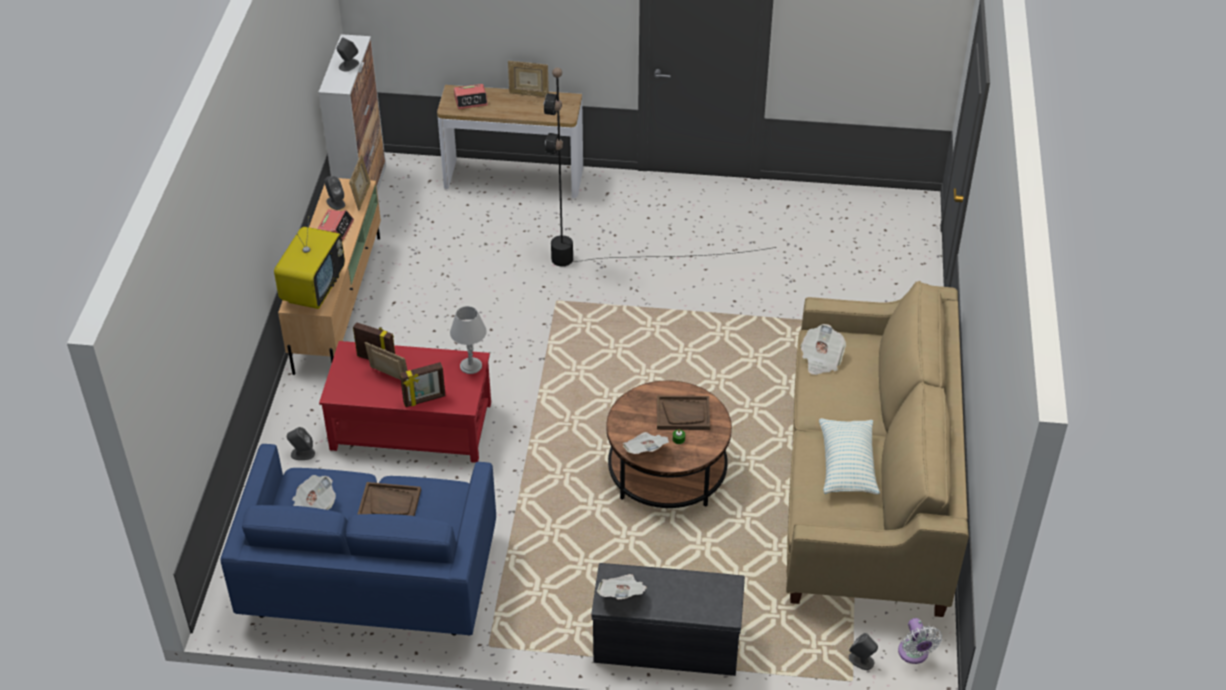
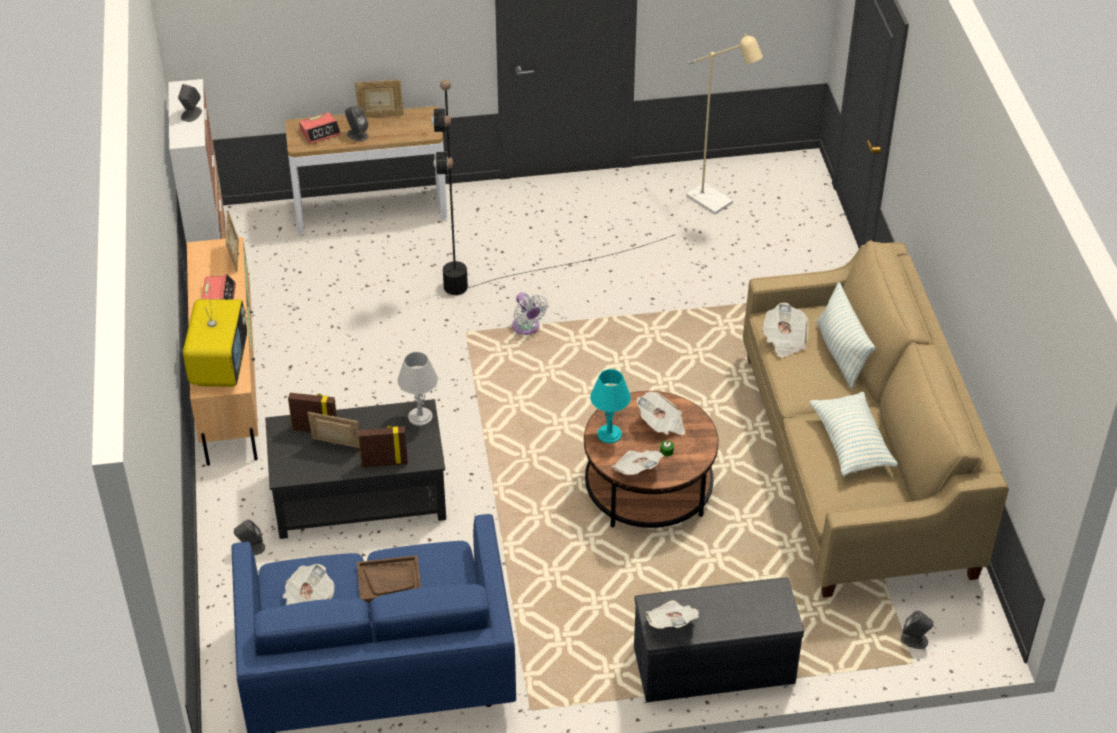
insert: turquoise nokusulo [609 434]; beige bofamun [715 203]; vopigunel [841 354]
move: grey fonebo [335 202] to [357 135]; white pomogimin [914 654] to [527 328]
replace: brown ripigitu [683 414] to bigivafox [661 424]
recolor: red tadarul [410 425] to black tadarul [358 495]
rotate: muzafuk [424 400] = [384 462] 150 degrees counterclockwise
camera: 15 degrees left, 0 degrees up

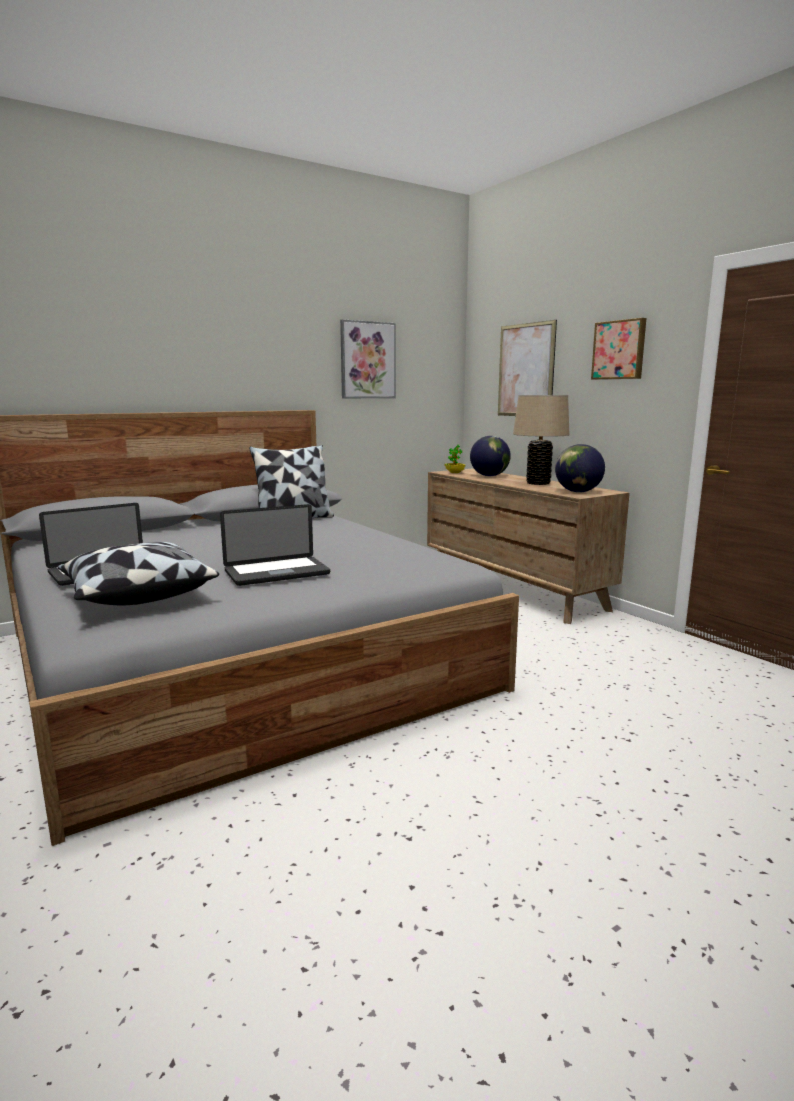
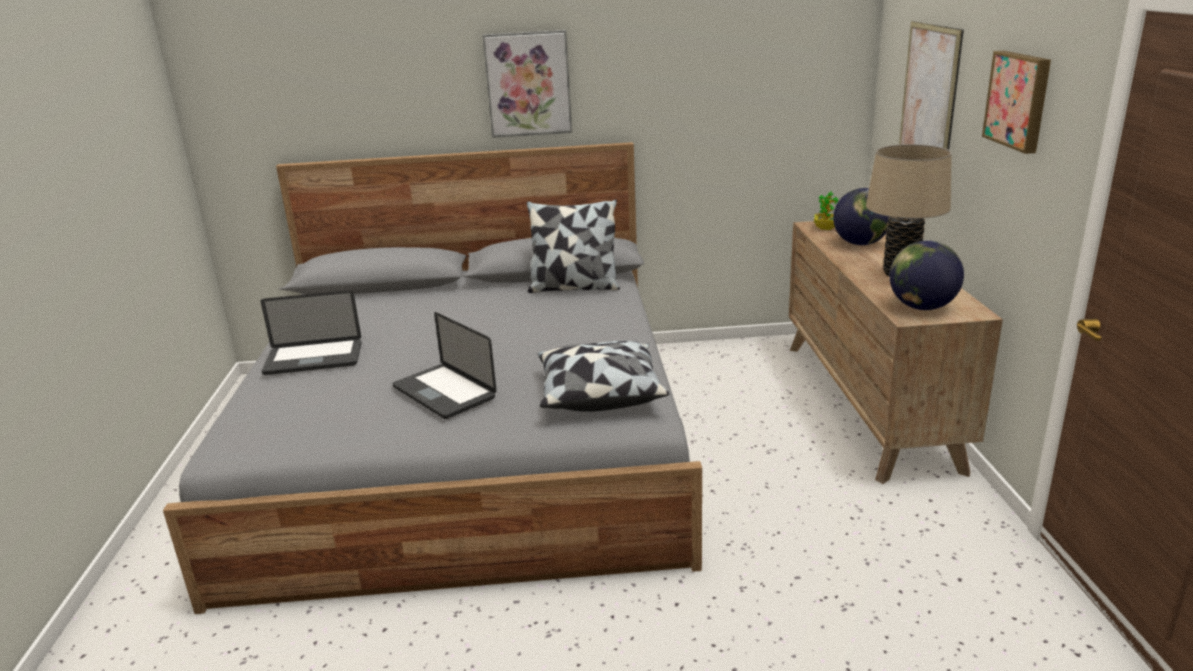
move: vopigunel [137 594] to [599 393]; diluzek [367 360] to [528 84]
rotate: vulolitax [277 573] = [444 392] 45 degrees clockwise
camera: 30 degrees right, 10 degrees up

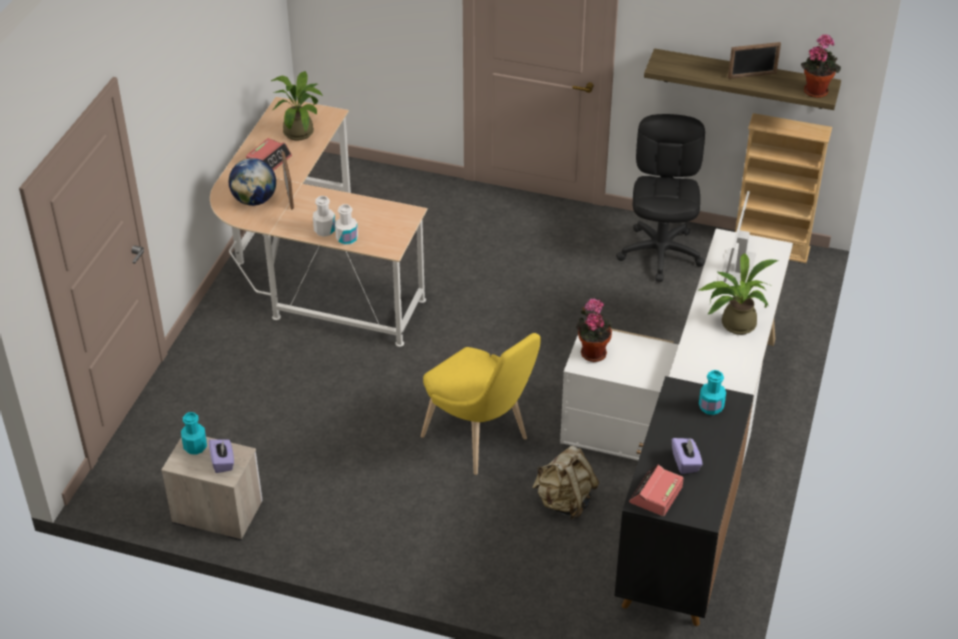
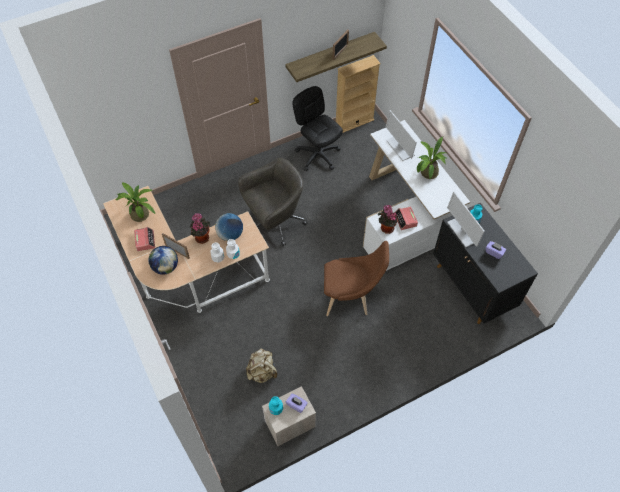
insert: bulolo [230 234]; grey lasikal [274 222]; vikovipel [462 231]
move: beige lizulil [564 502] to [262 372]; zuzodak [656 495] to [405 220]; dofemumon [816 90] to [201 237]
recolor: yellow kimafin [480 440] to brown kimafin [350 297]
camera: 45 degrees left, 15 degrees up

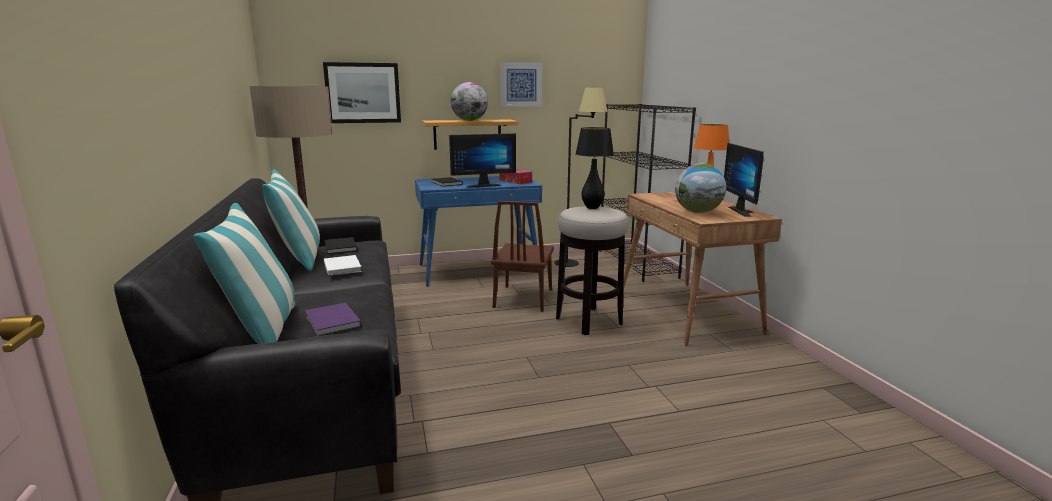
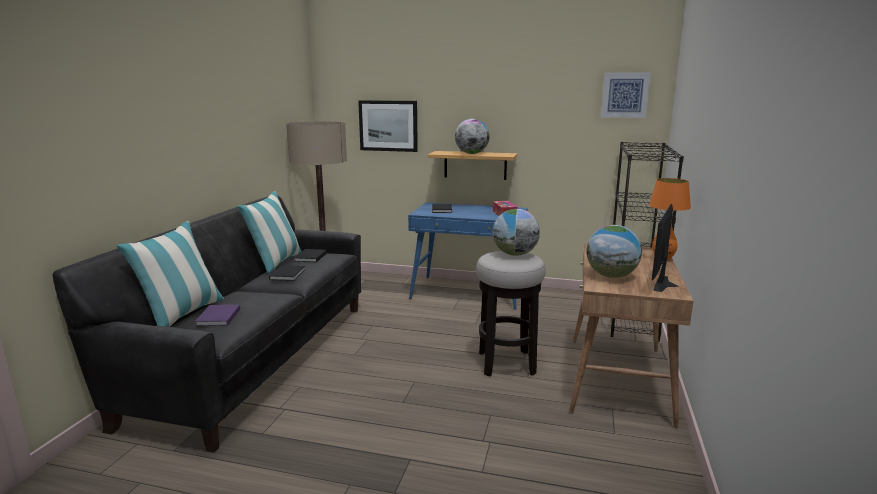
delete: vikovipel [482 185]; brown kimafin [523 298]; black bofamun [577 263]
move: diluzek [520 84] to [625 95]
replace: black nokusulo [592 208] to bulolo [515 254]
recolor: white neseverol [343 267] to black neseverol [288 274]
camera: 30 degrees right, 0 degrees up

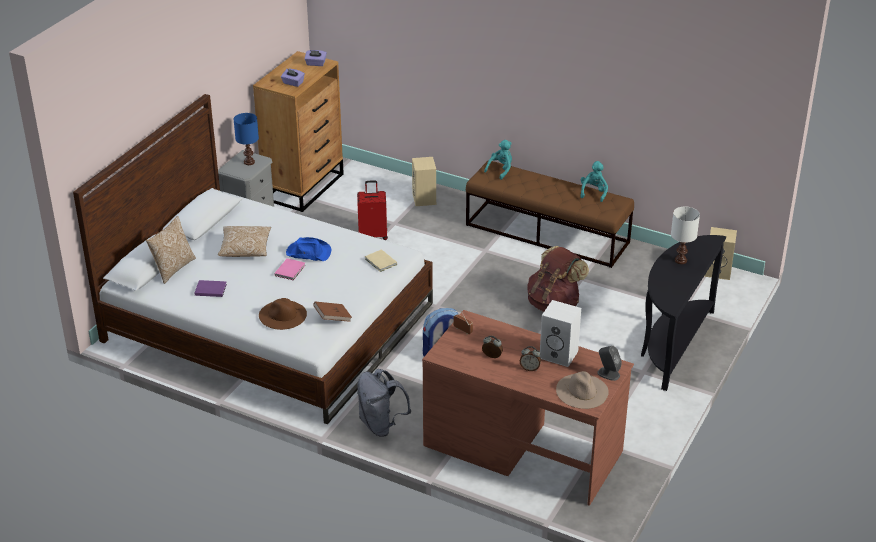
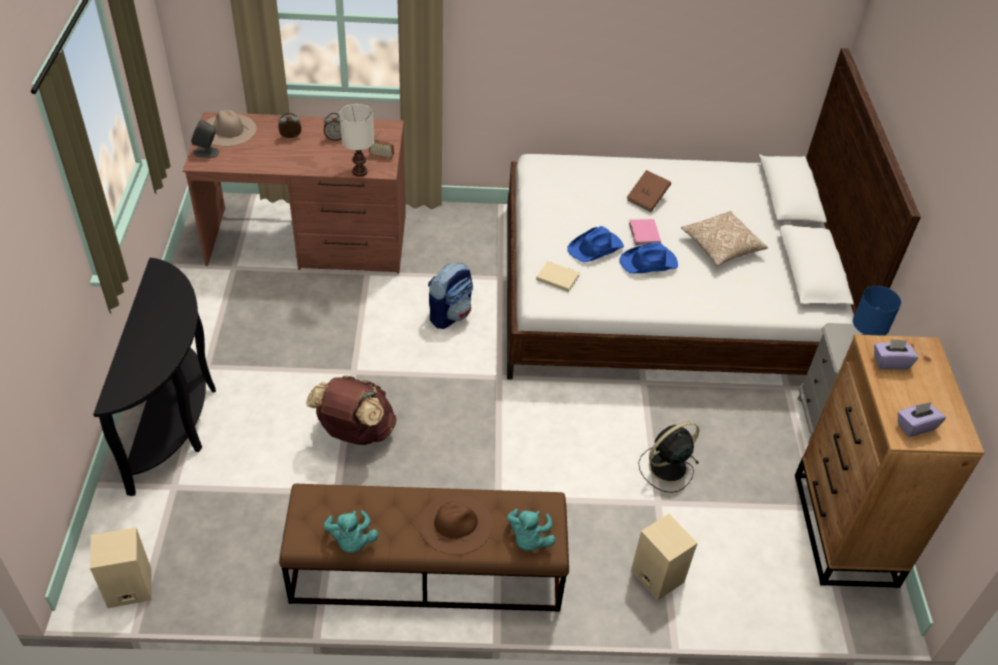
delete: vopigunel [173 268]; purple neseverol [210 289]; grey lizulil [381 425]; white fonebo [560 354]
insert: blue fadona [596 248]
move: brown fadona [282 315] to [455 524]; brown neseverol [332 318] to [647 199]; white nokusulo [681 260] to [359 172]
replace: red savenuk [373 235] to black pomogimin [666 468]
camera: 150 degrees right, 10 degrees up

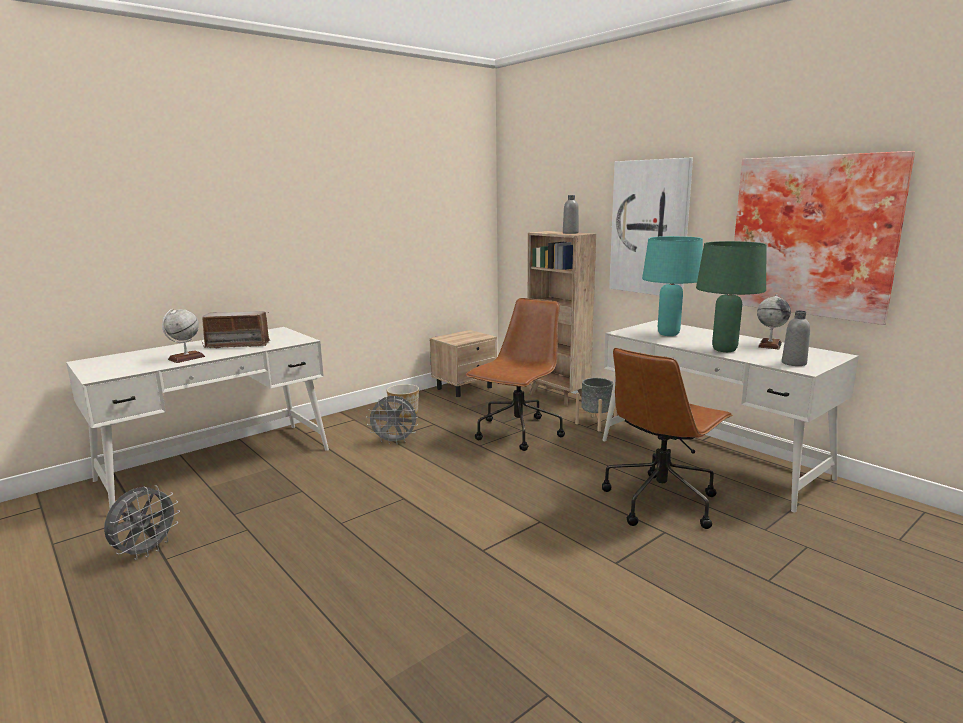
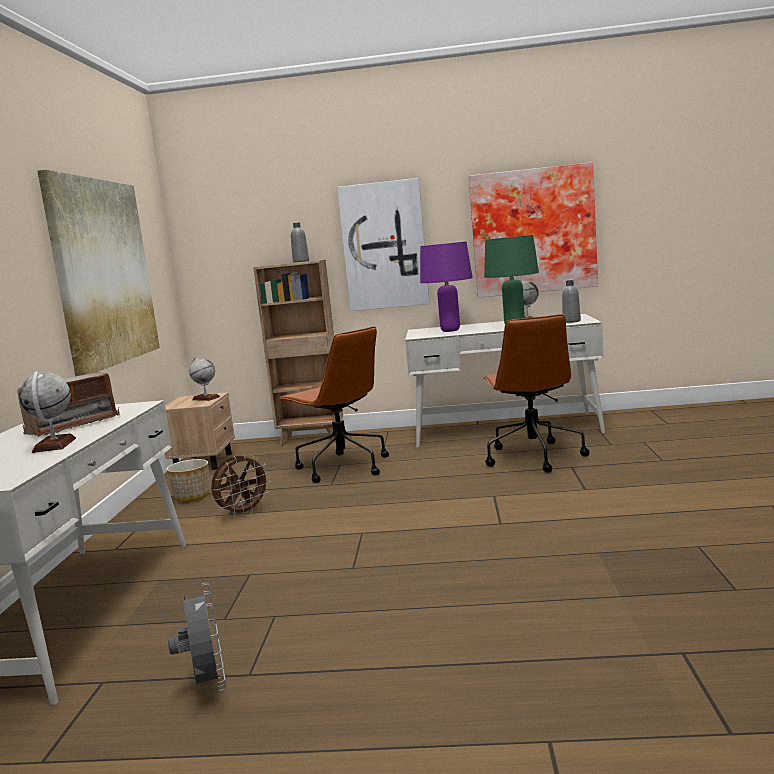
delete: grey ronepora [595 423]
insert: diluzek [103 272]; bulolo [206 398]
recolor: grey pomogimin [395 442] to brown pomogimin [243 513]; turquoise nokusulo [667 334] to purple nokusulo [450 331]
rotate: brown lasikal [517 433] = [342 467] 150 degrees clockwise
camera: 45 degrees left, 5 degrees down

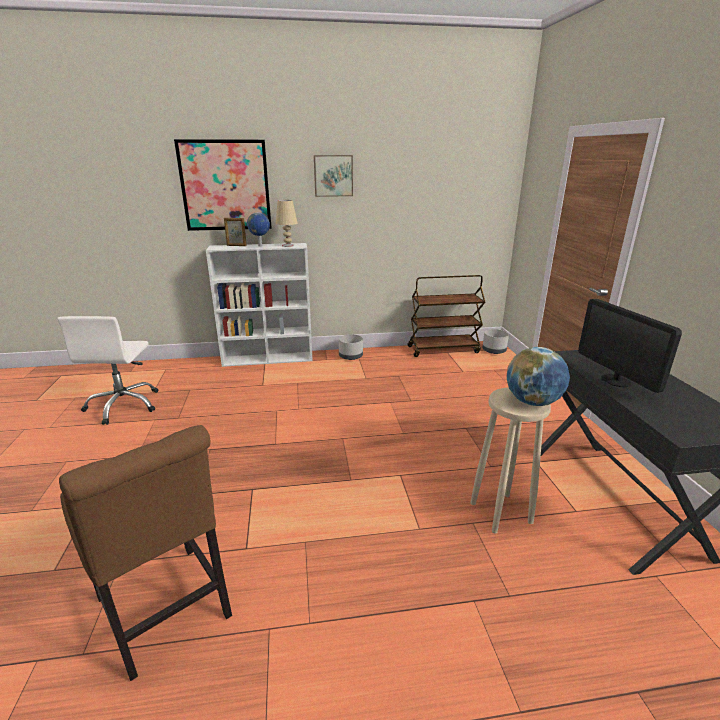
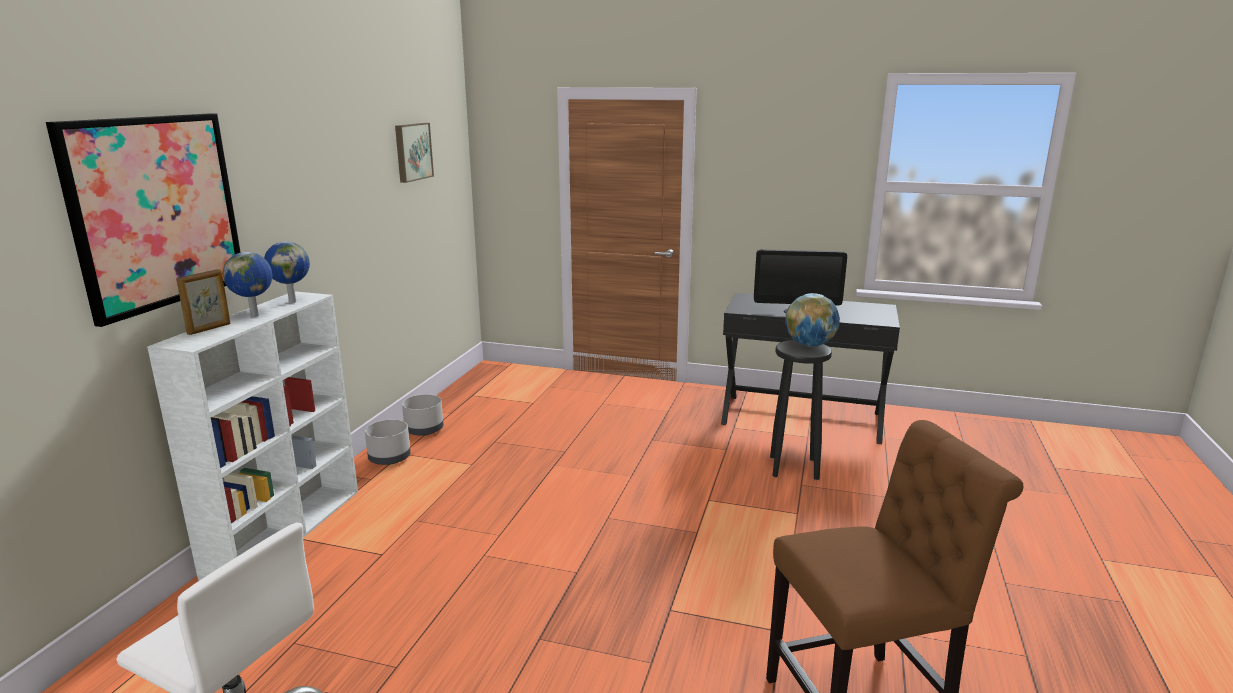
delete: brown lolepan [443 349]
move: diluzek [333 176] to [412 152]; grey ronepora [494 351] to [424 430]
replace: beige nokusulo [288 245] to bulolo [292 301]
recolor: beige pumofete [500 512] to black pumofete [793 467]
camera: 65 degrees left, 5 degrees down

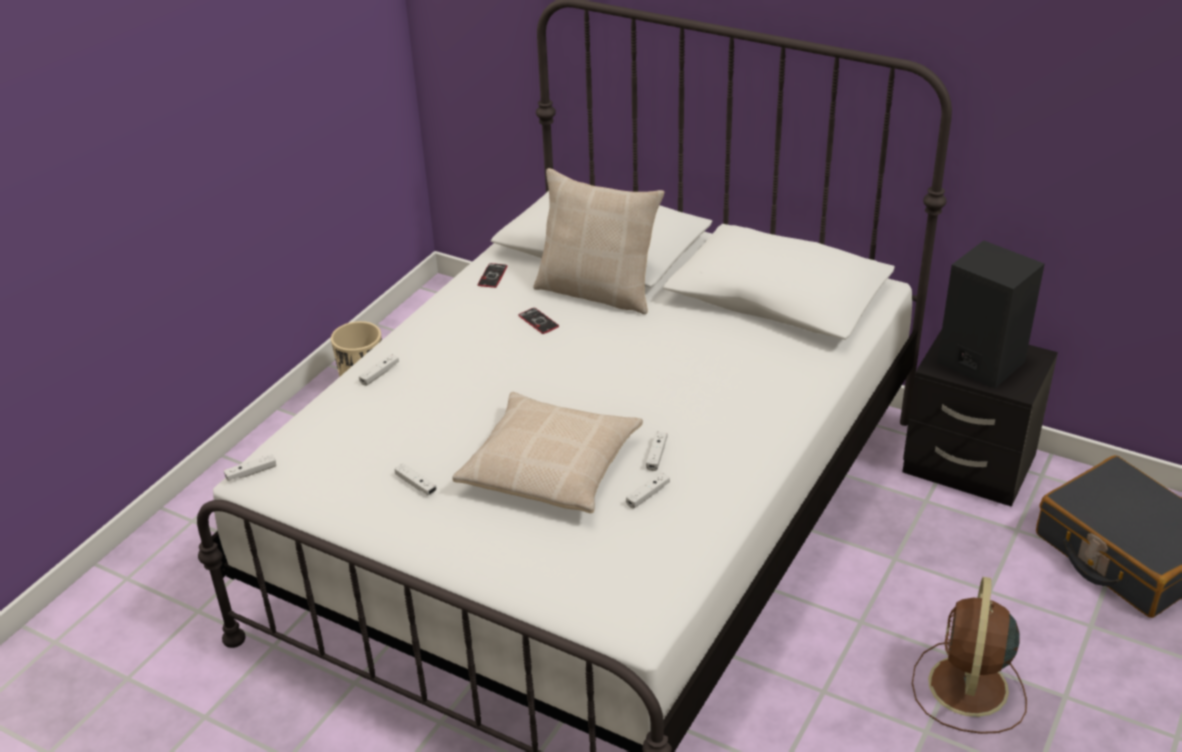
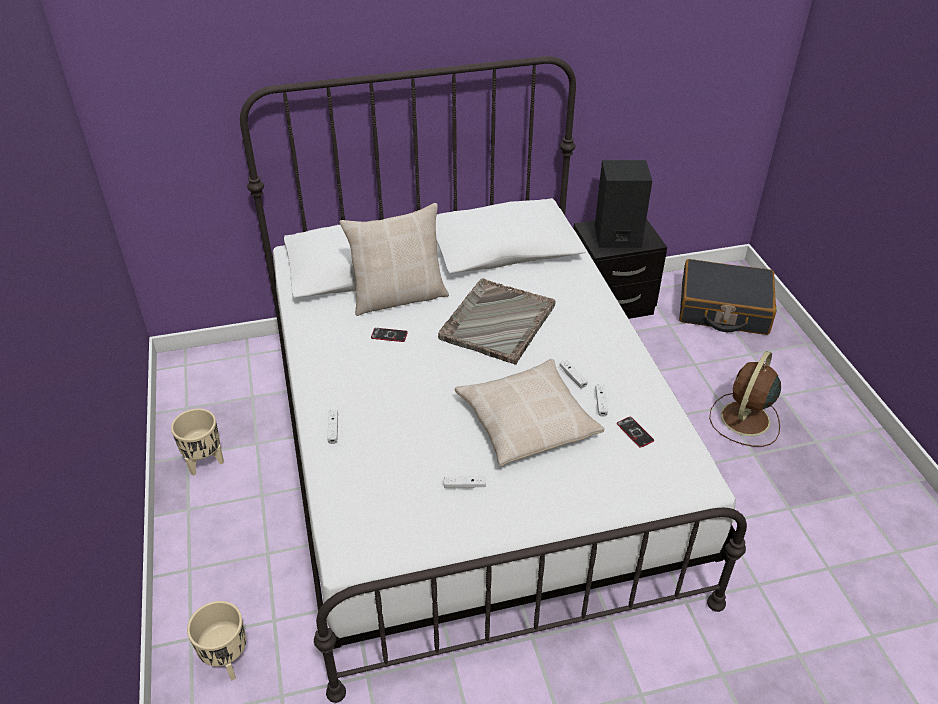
delete: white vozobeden [251 472]
insert: beige ronepora [227 660]; grey ripigitu [497 323]
move: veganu [492 276] to [635 432]
rotate: brown pomogimin [967 689] = [744 420] 60 degrees clockwise
camera: 45 degrees left, 5 degrees up

